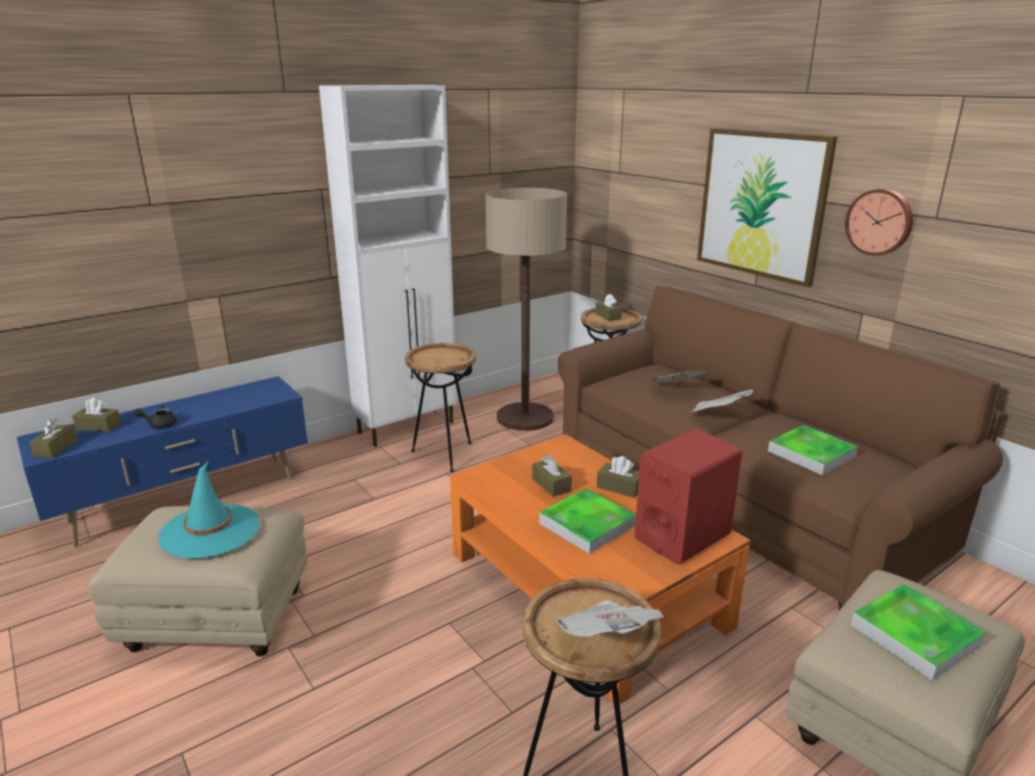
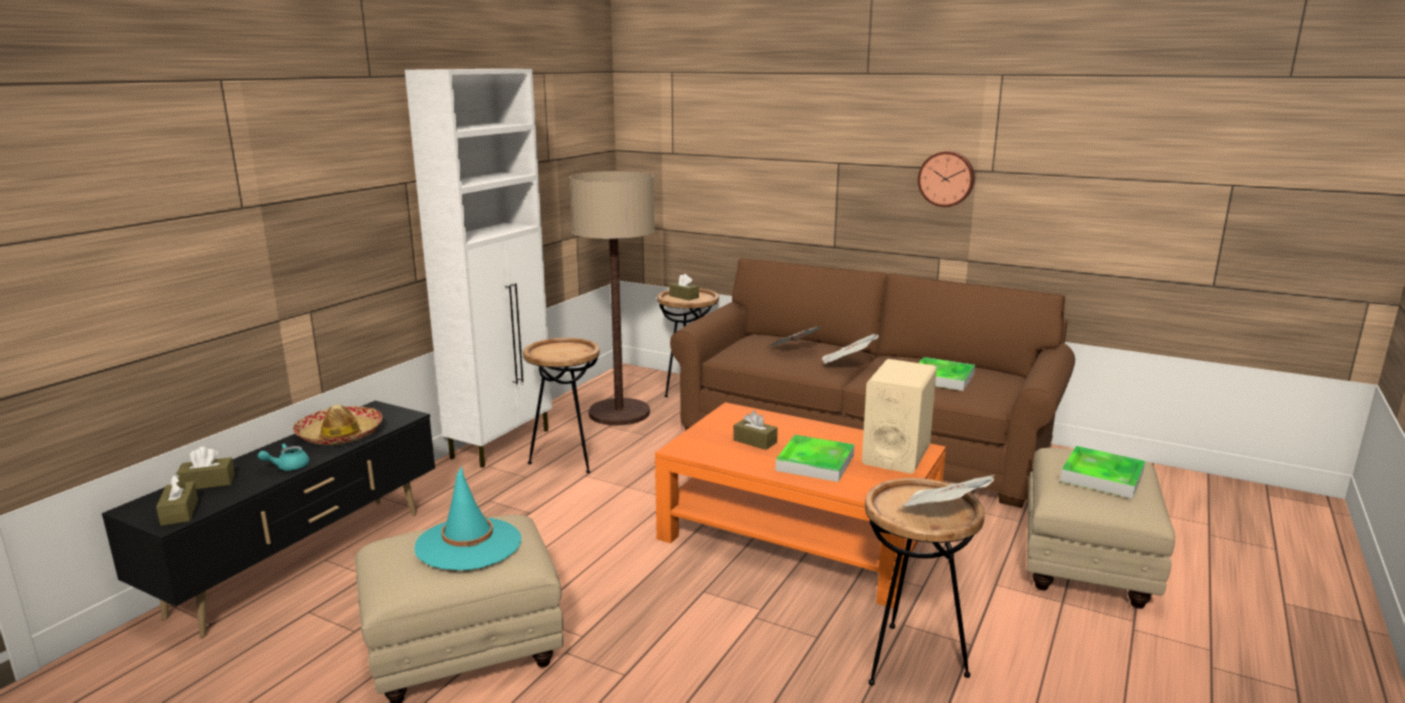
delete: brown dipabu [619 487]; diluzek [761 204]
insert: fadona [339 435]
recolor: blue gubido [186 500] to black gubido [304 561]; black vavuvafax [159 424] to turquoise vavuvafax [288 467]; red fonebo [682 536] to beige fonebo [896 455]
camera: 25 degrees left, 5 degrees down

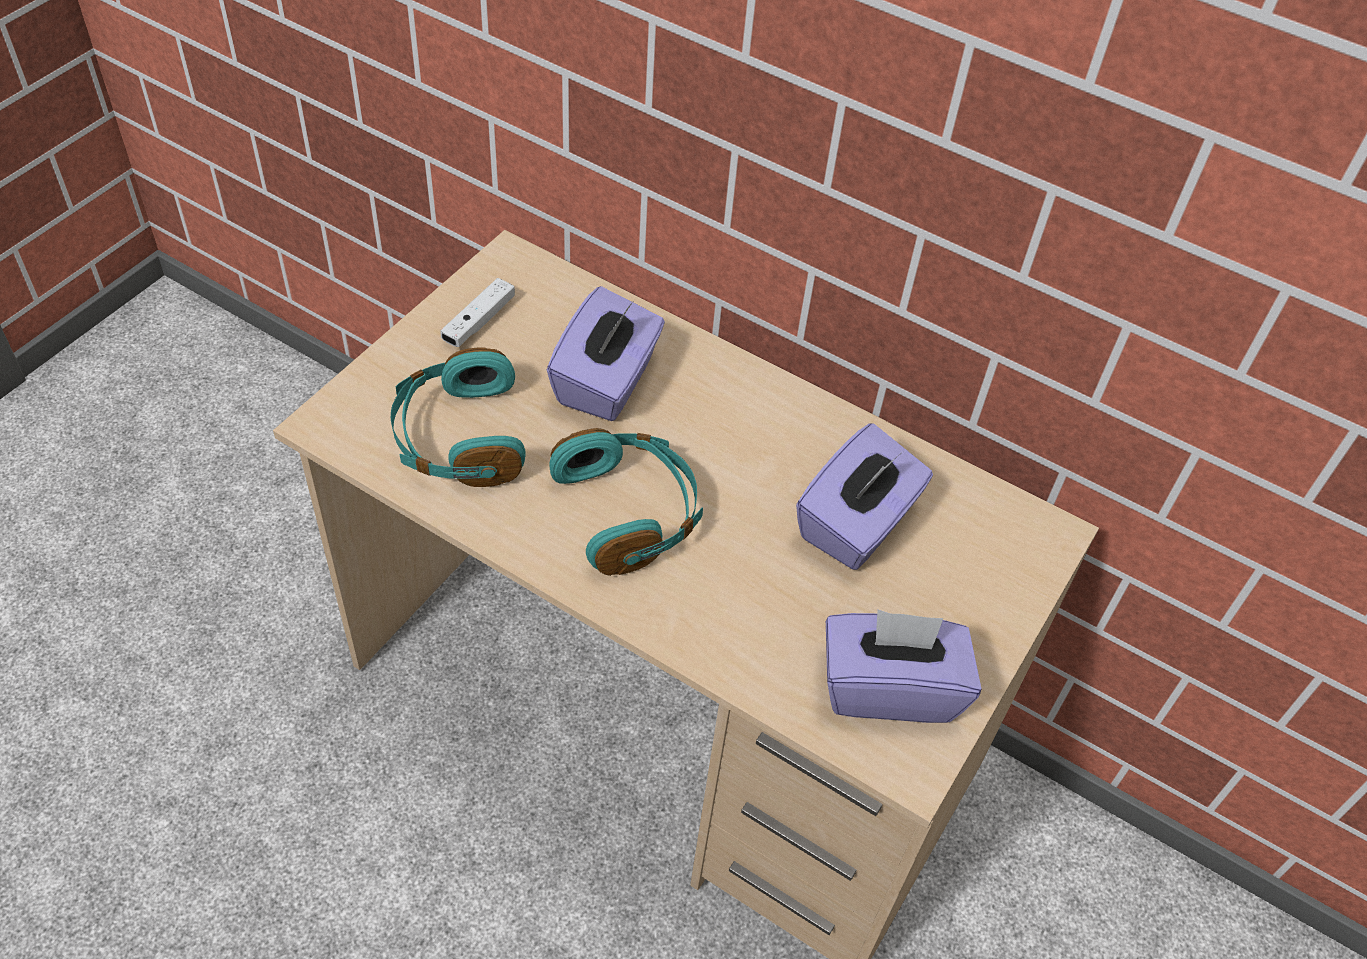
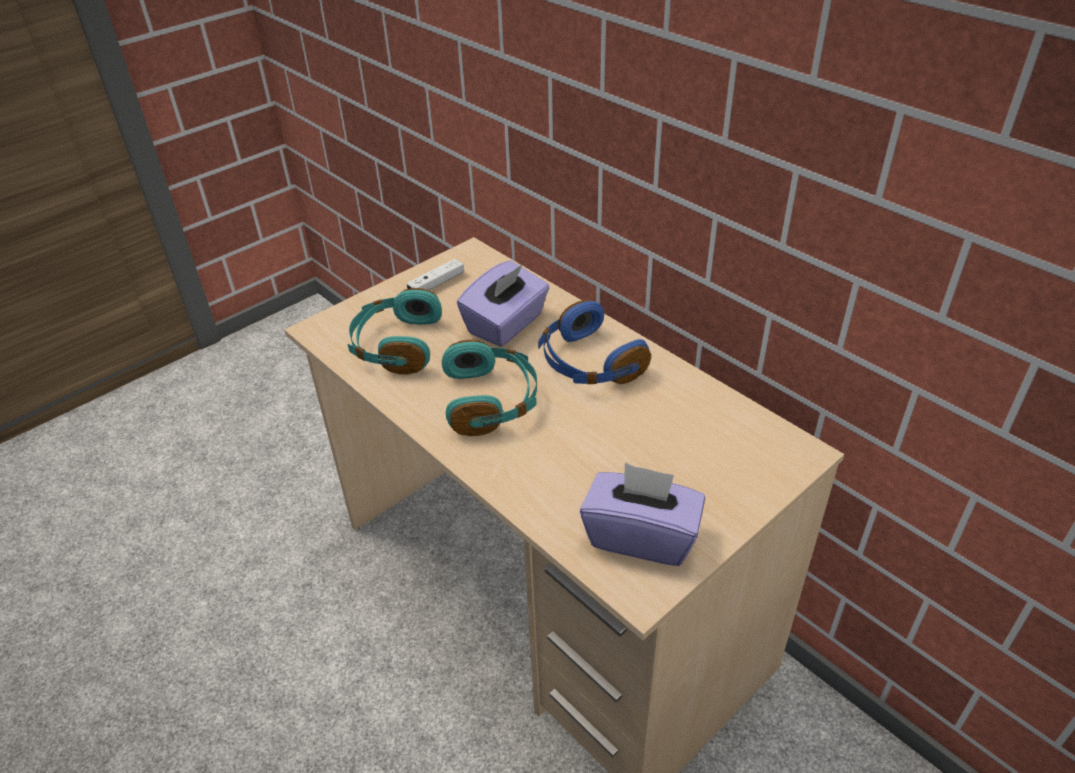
delete: purple dipabu [857 524]
insert: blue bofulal [588 363]
camera: 20 degrees right, 10 degrees down

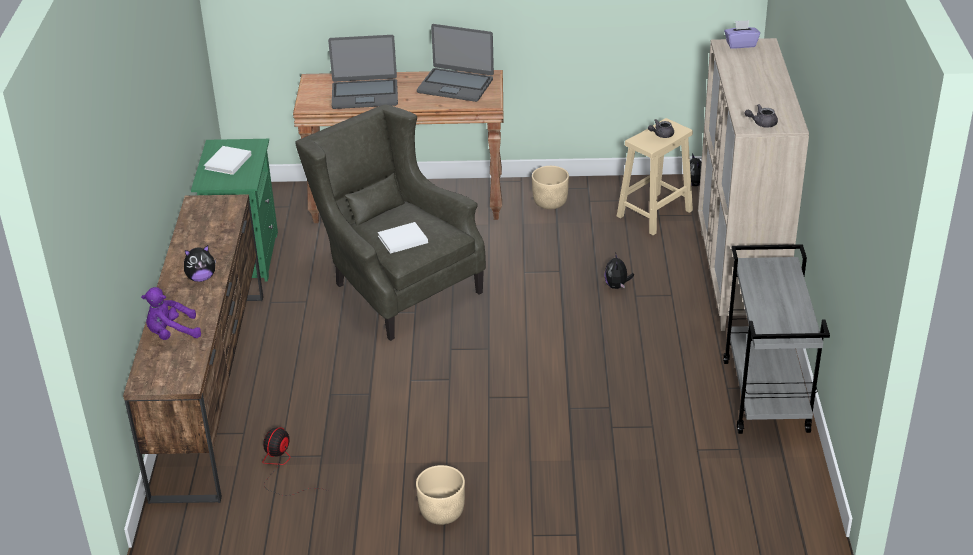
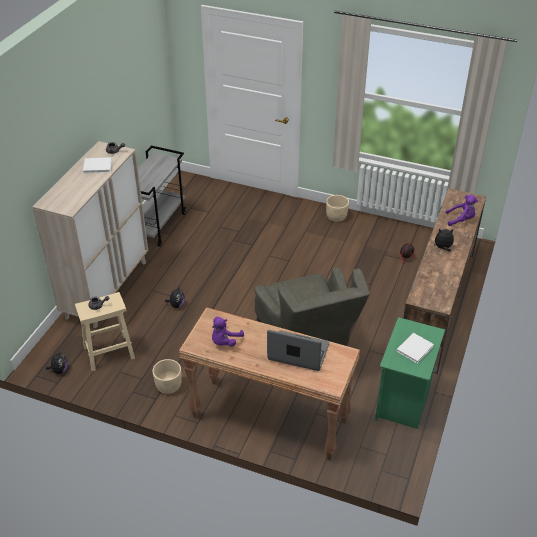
delete: purple dipabu [740 44]
move: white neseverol [401 240] to [98 166]
replace: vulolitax [455 85] to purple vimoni [225 341]
camera: 160 degrees left, 5 degrees up

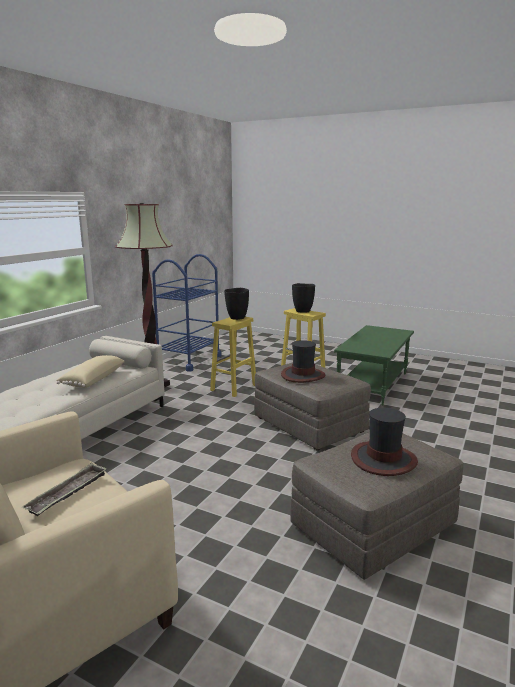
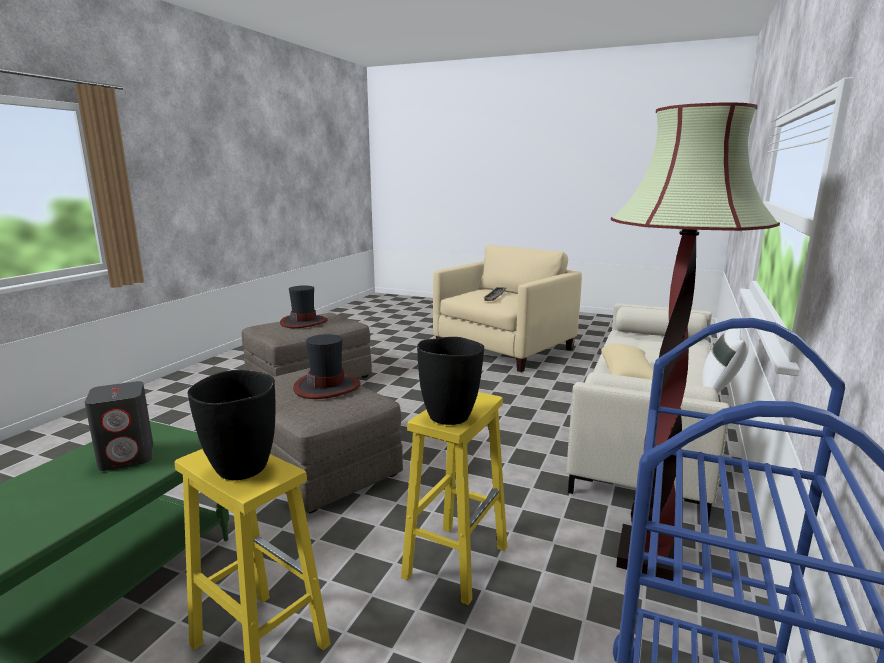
insert: grey fonebo [127 457]; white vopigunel [720 392]
camera: 175 degrees right, 0 degrees up

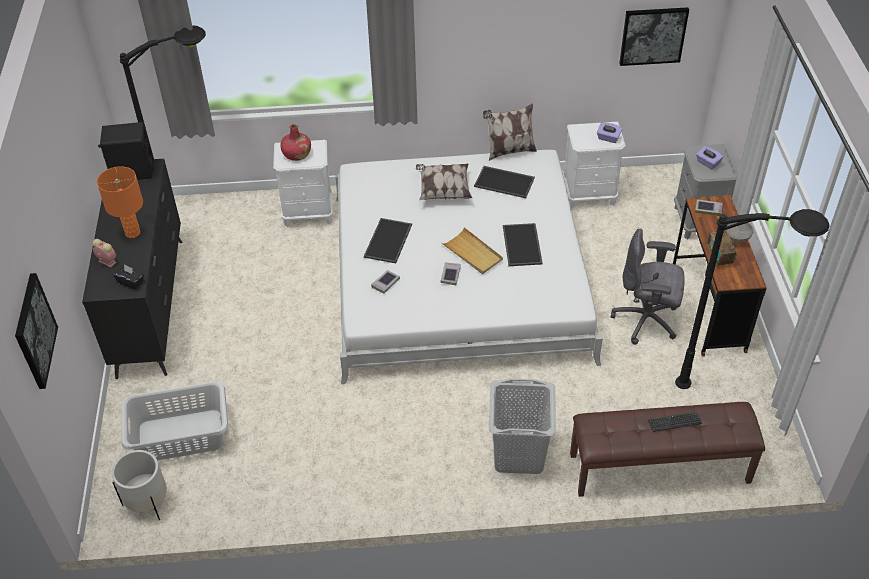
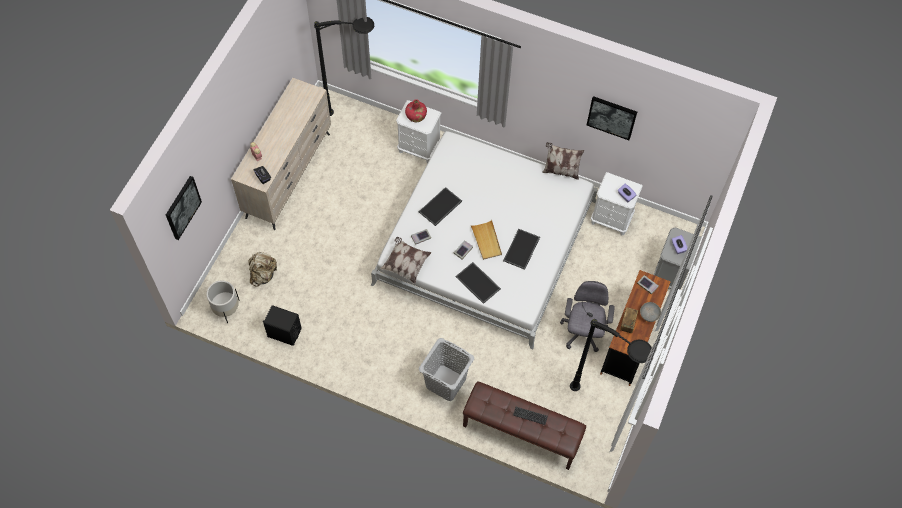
delete: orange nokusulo [133 232]
move: black fonebo [132 171] to [284 332]; vopigunel [443 190] to [405 264]; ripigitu [505 182] to [478 282]; diluzek [653 35] to [612 117]
replace: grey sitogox [180 435] to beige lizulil [263 274]
recolor: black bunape [151 305] to beige bunape [289 175]
rotate: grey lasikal [646 321] = [583 332] 60 degrees clockwise
camera: 25 degrees right, 15 degrees up

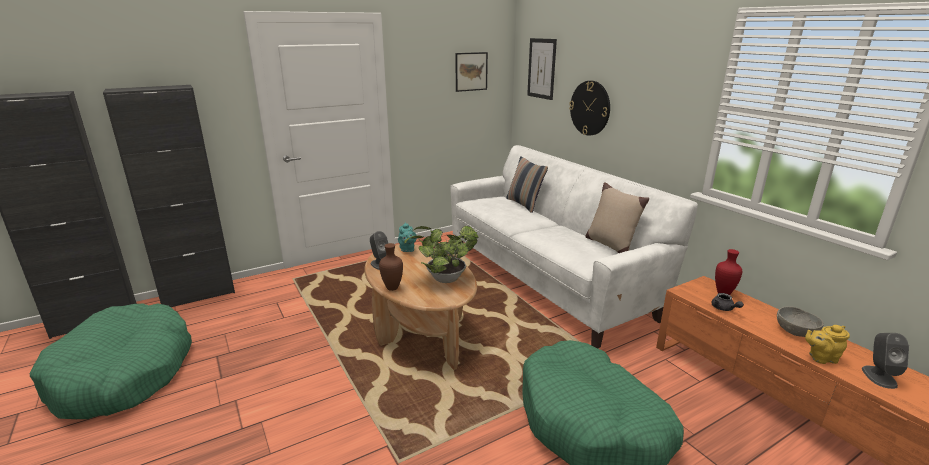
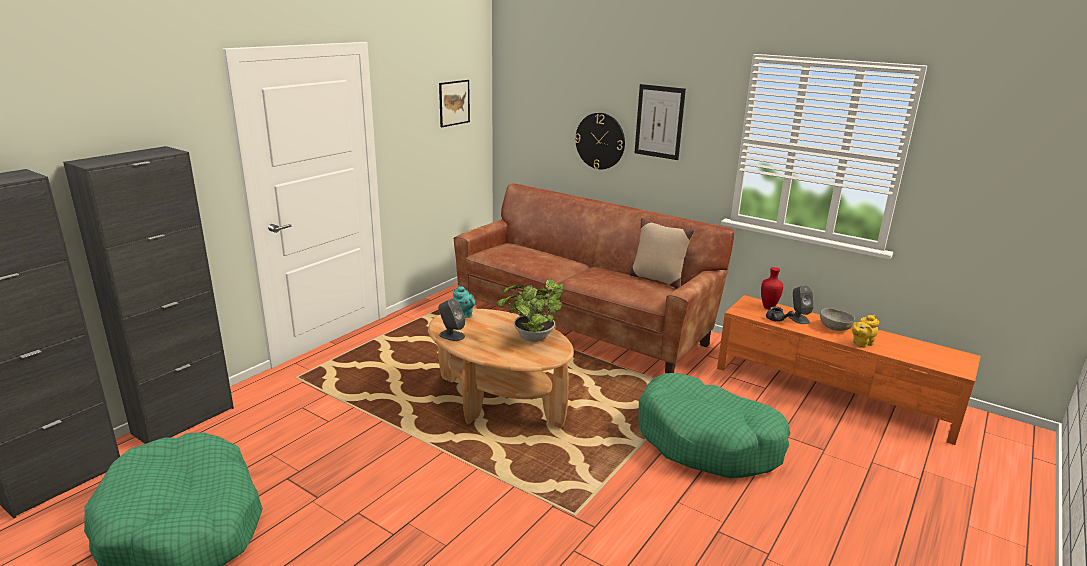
delete: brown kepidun [392 287]; vopigunel [524 204]
move: diluzek [541 68] to [659 122]; grey fonebo [879 376] to [798 318]
recolor: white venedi [545 279] to brown venedi [581 326]
camera: 25 degrees left, 0 degrees up

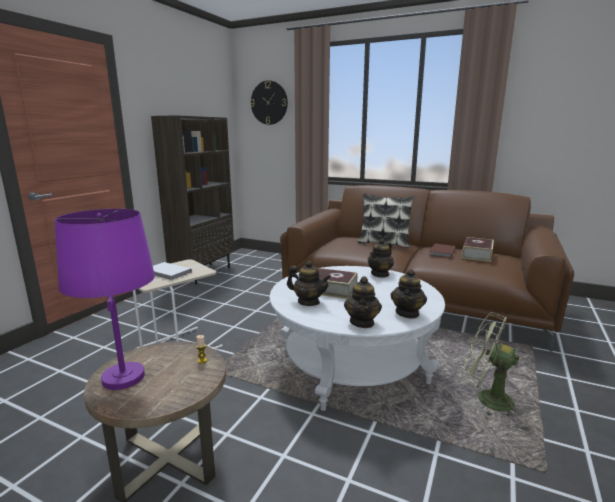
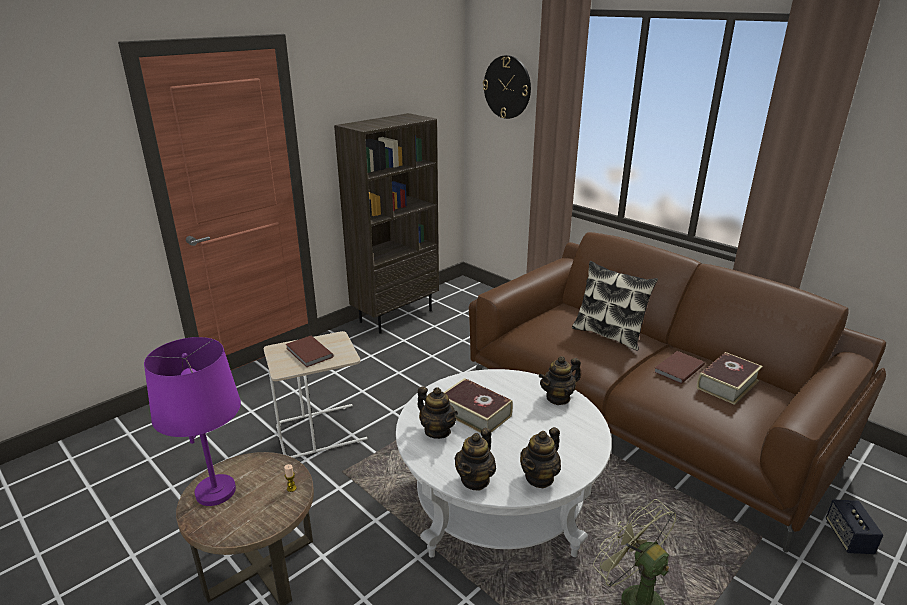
insert: fonebo [848 538]
recolor: white neseverol [167 273] to brown neseverol [308 353]
camera: 20 degrees right, 10 degrees up

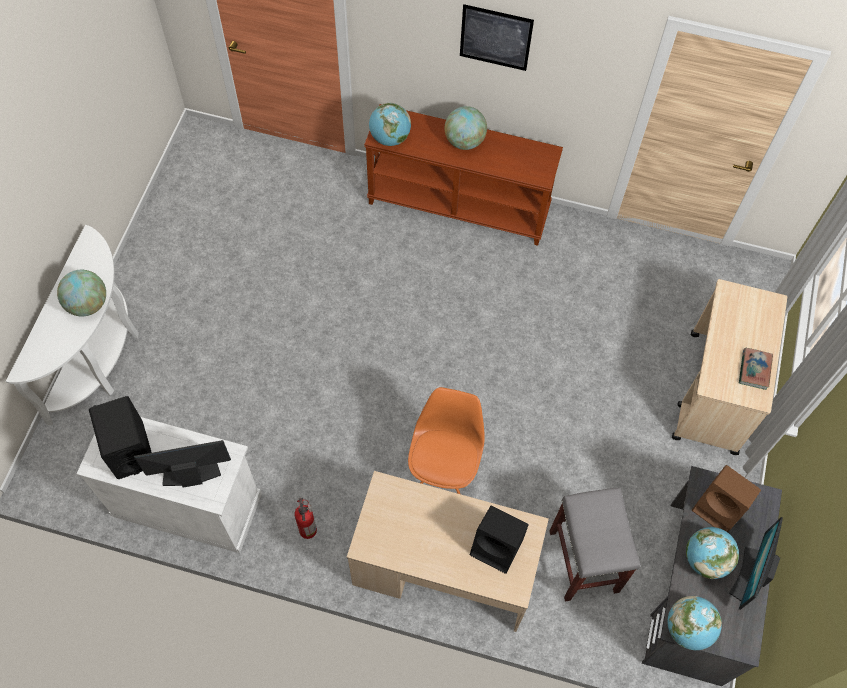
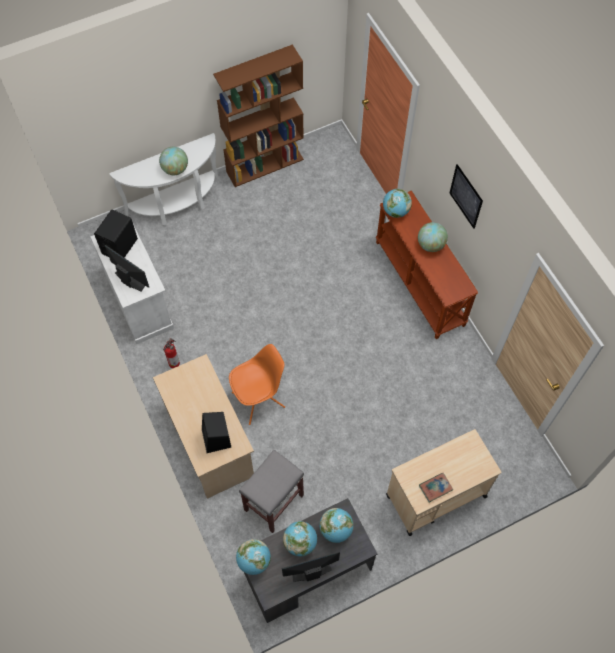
insert: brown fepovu [265 165]
replace: brown fonebo [720 509] to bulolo [336 529]
camera: 50 degrees right, 0 degrees up

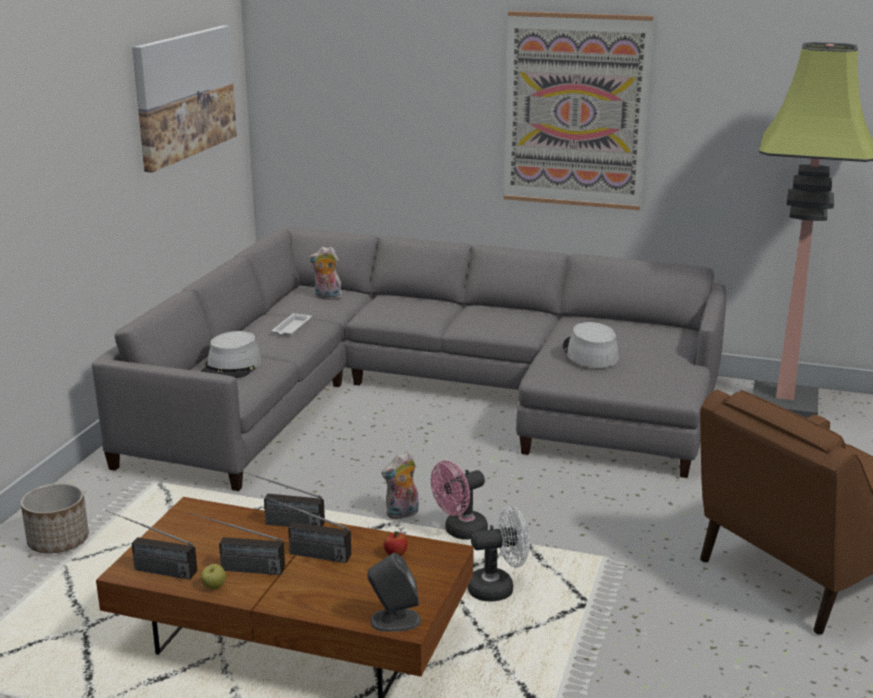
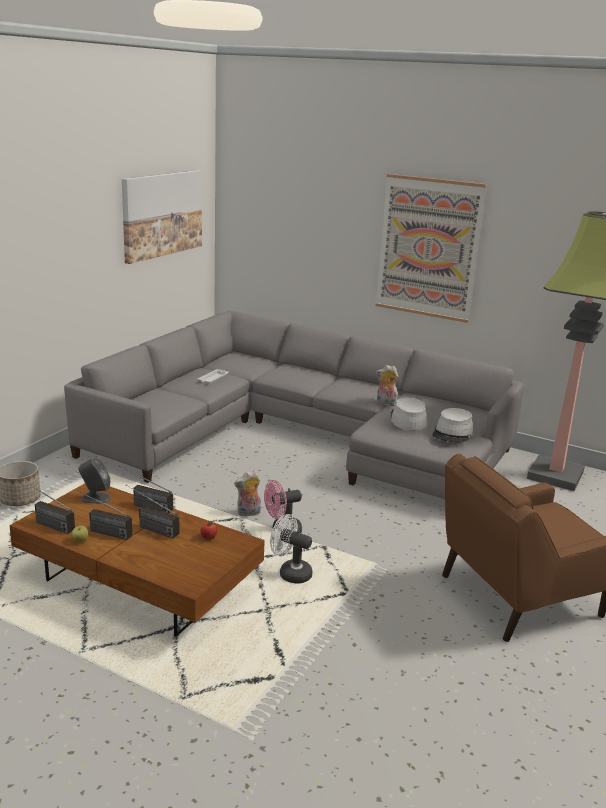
move: grey fadona [231 367] to [452 433]; vimoni [327 297] to [385 403]; grey fonebo [394 620] to [95 498]
rotate: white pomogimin [498 588] = [290 573] 150 degrees counterclockwise
camera: 10 degrees right, 0 degrees up

